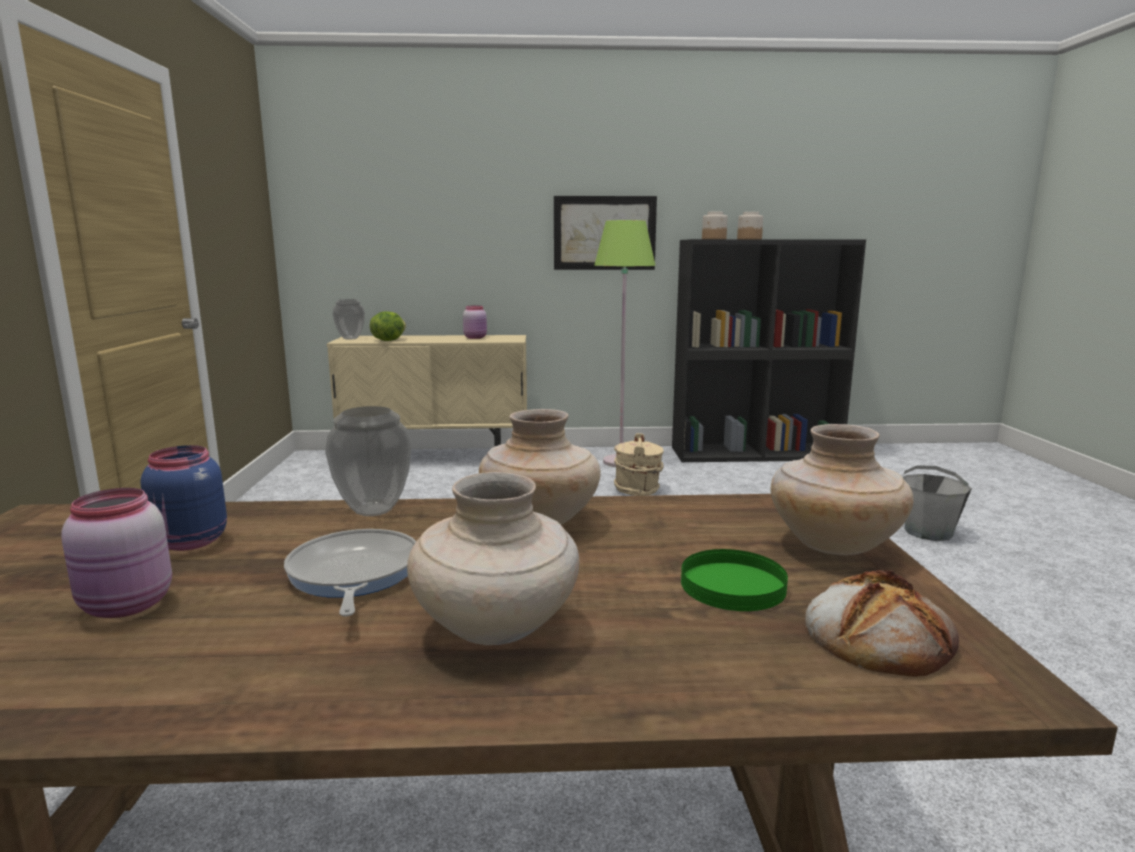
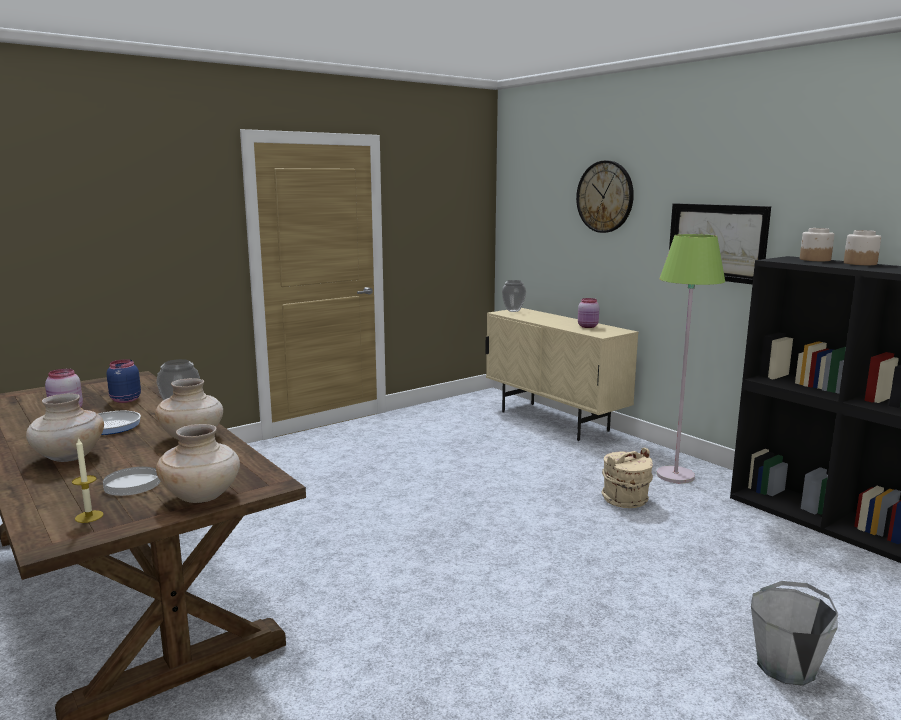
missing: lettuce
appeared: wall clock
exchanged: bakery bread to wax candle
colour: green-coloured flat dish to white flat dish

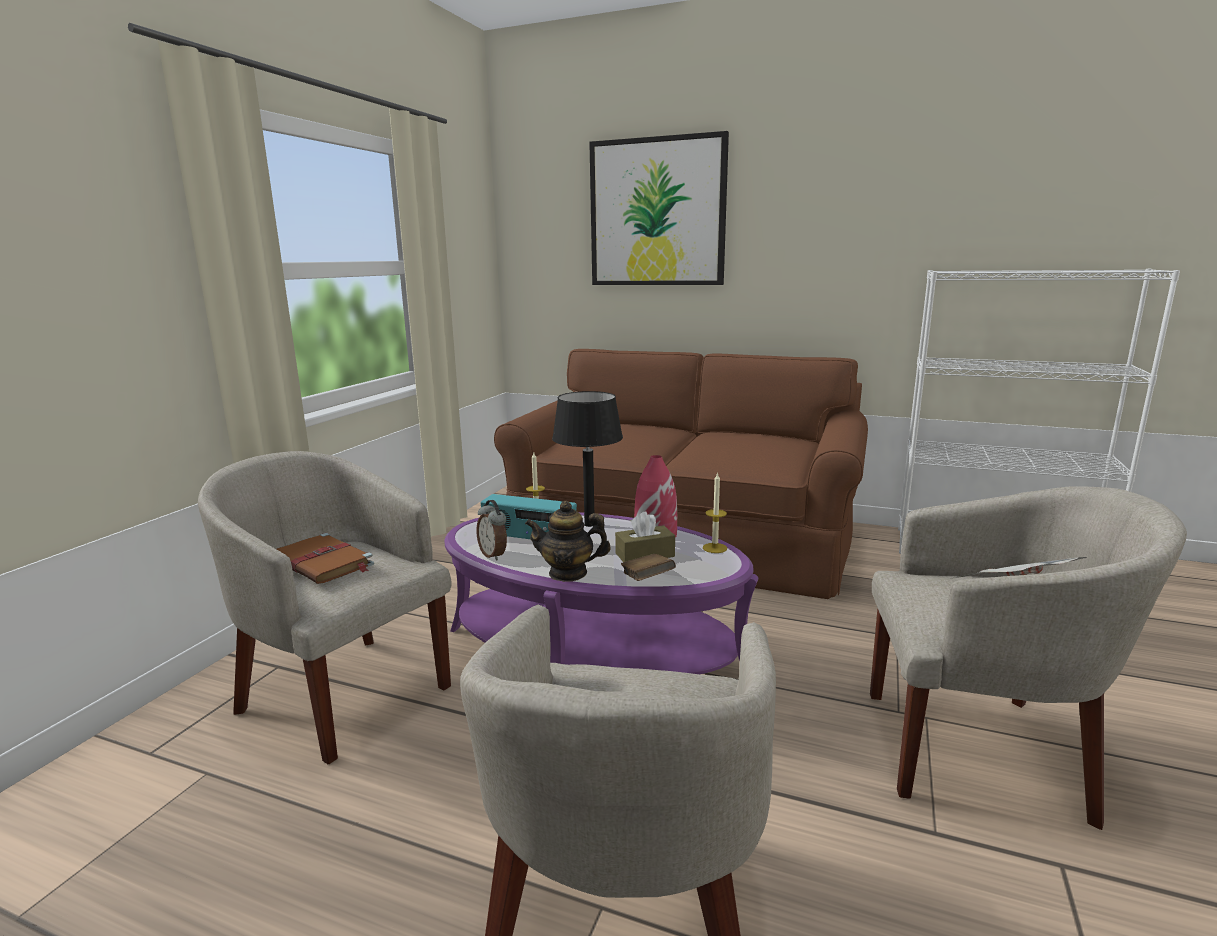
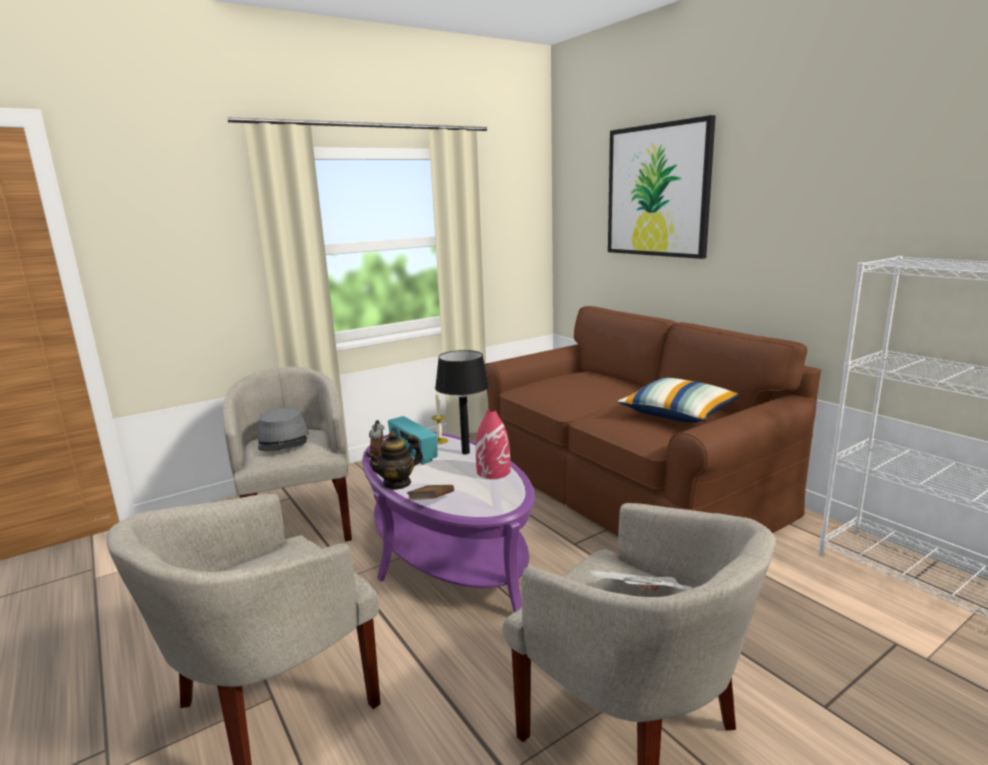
missing: brown box of tissues; wax candle (no. 2 from left)
appeared: pillow
exchanged: brown book (no. 1 from left) to gray wearable hat
spun: teapot 75 degrees counterclockwise

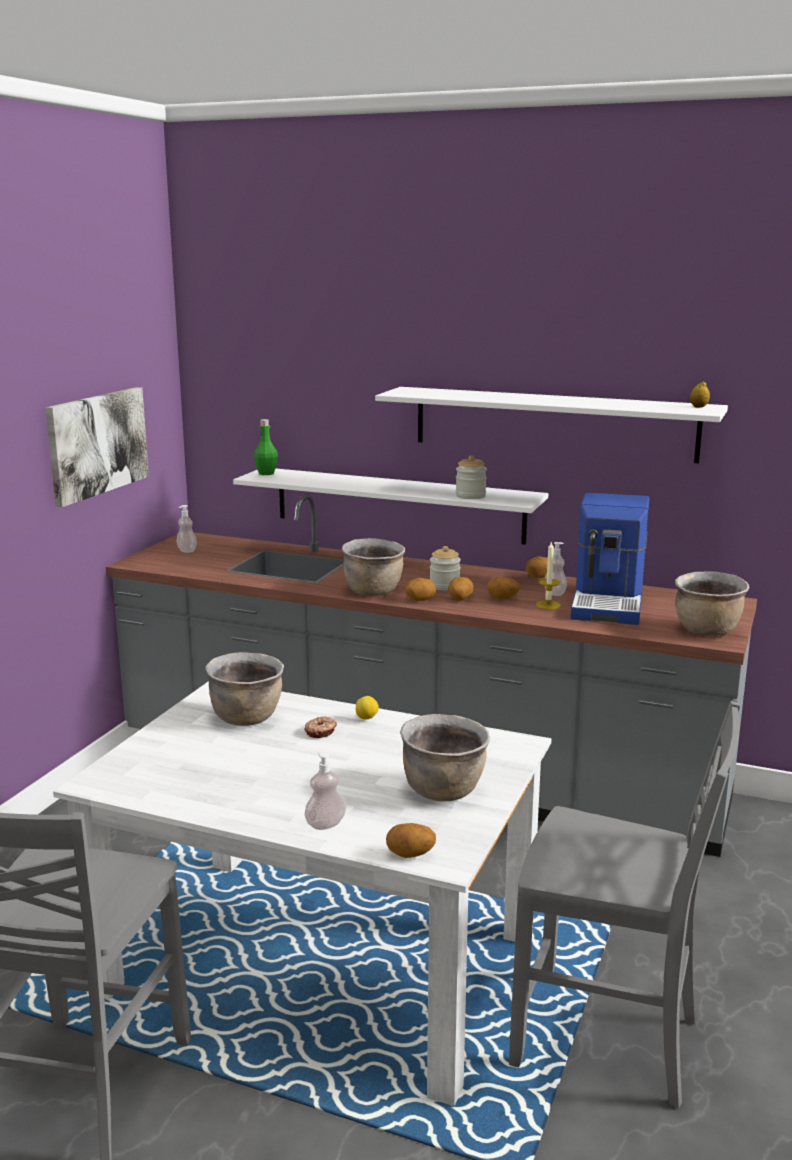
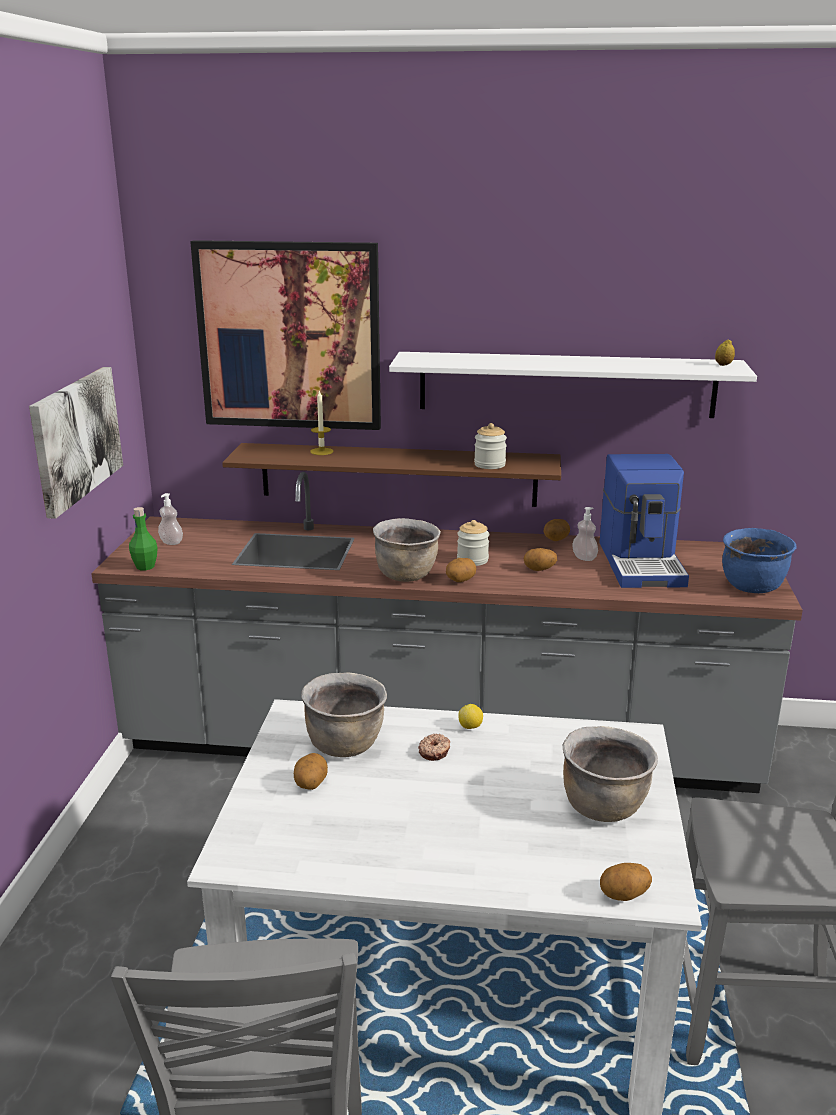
missing: soap dispenser (no. 2 from left)
appeared: wall picture (no. 2 from left)
relocated: green-coloured beverage bottle; whole potato (no. 3 from left in the first image) to whole potato (no. 1 from left); wax candle
colour: white bracket shelf (no. 1 from left) to brown bracket shelf; brown cooking pot (no. 4 from left) to blue-coloured cooking pot

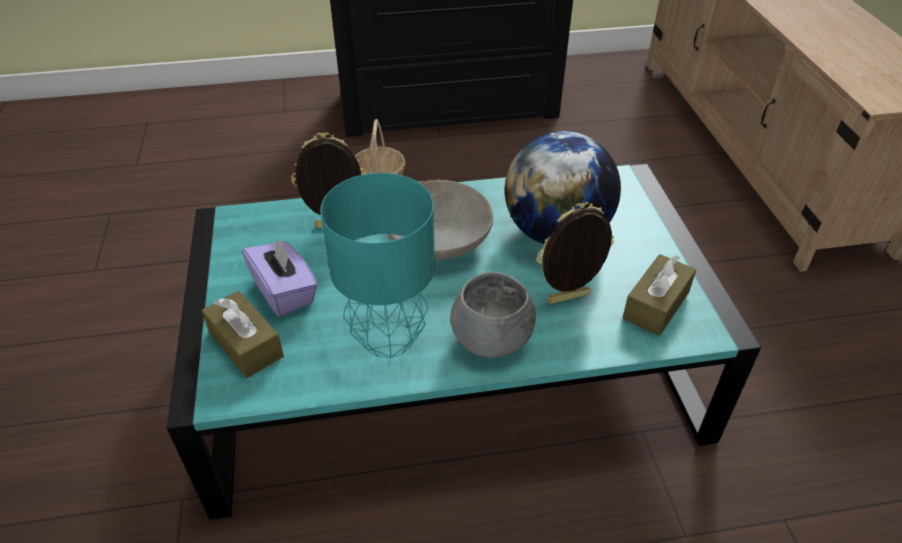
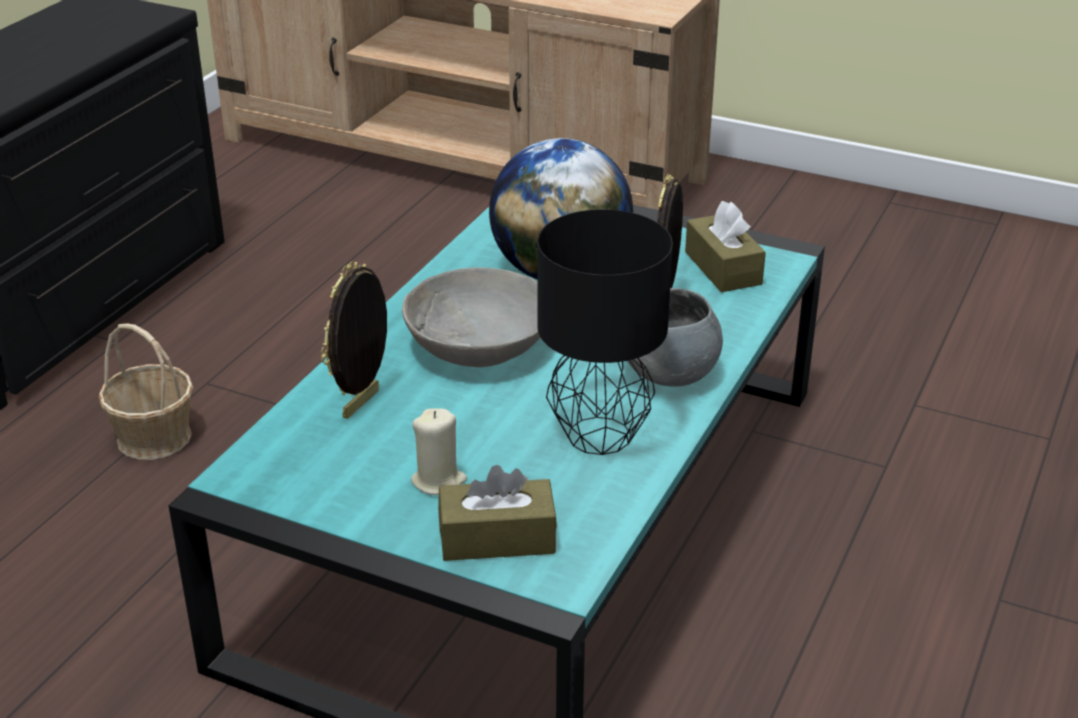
exchanged: purple-coloured box of tissues to beige wax candle
colour: blue-green lamp for a table to black-coloured lamp for a table

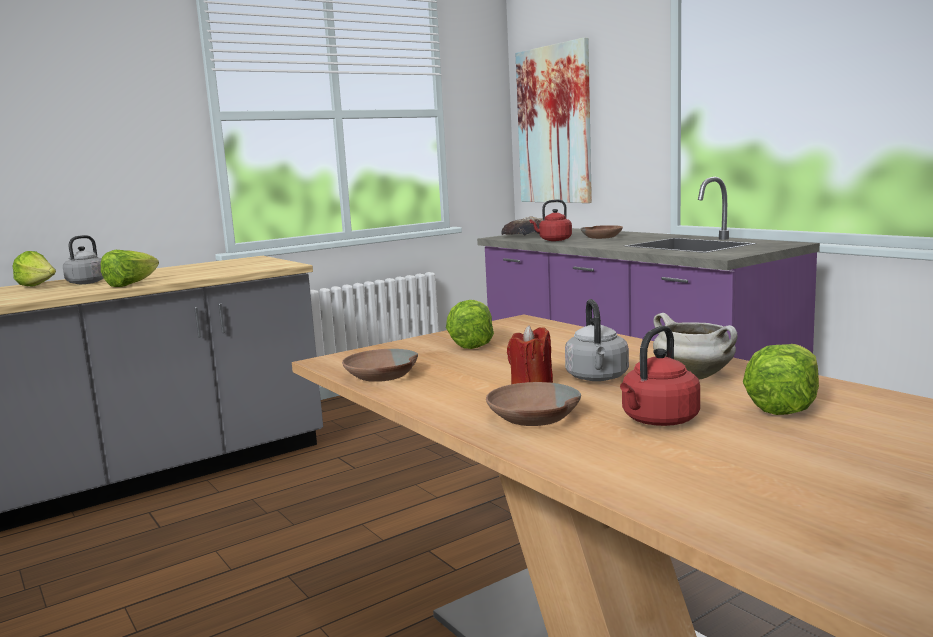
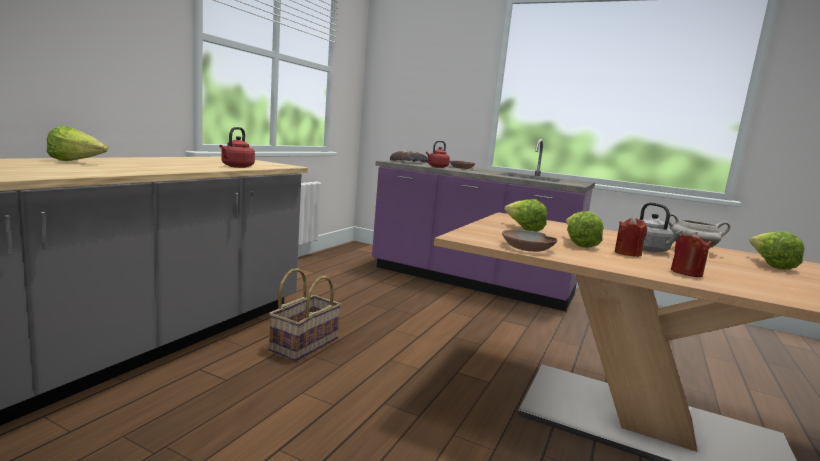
missing: gray tea kettle (no. 1 from left); wall picture
appeared: basket
relocated: lettuce (no. 2 from left in the first image) to lettuce (no. 3 from left); red-coloured tea kettle (no. 2 from left in the first image) to red-coloured tea kettle (no. 1 from left)
exchanged: brown bowl (no. 2 from left) to red-coloured wax candle (no. 2 from left)

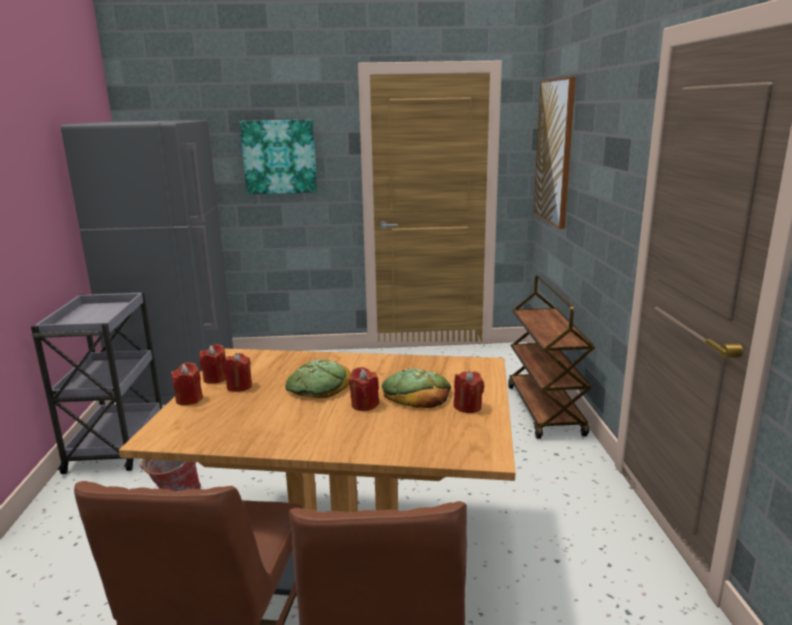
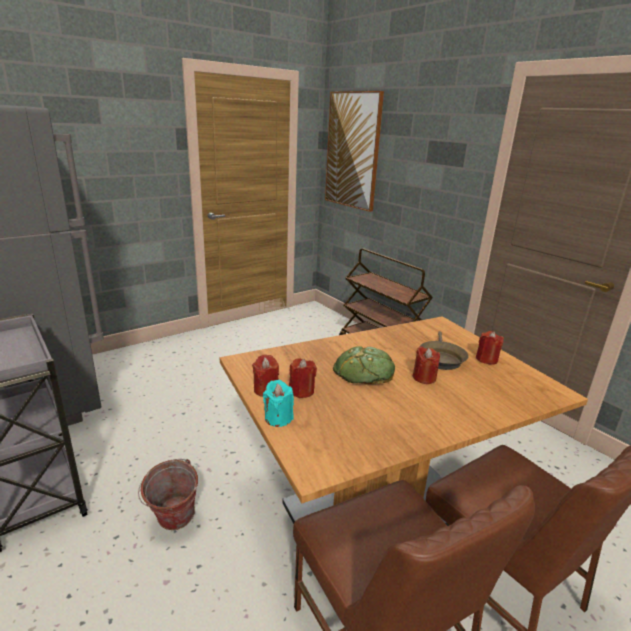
missing: wall picture (no. 1 from left)
exchanged: bakery bread (no. 2 from left) to brown frying pan
colour: red-coloured wax candle (no. 1 from left) to blue-green wax candle

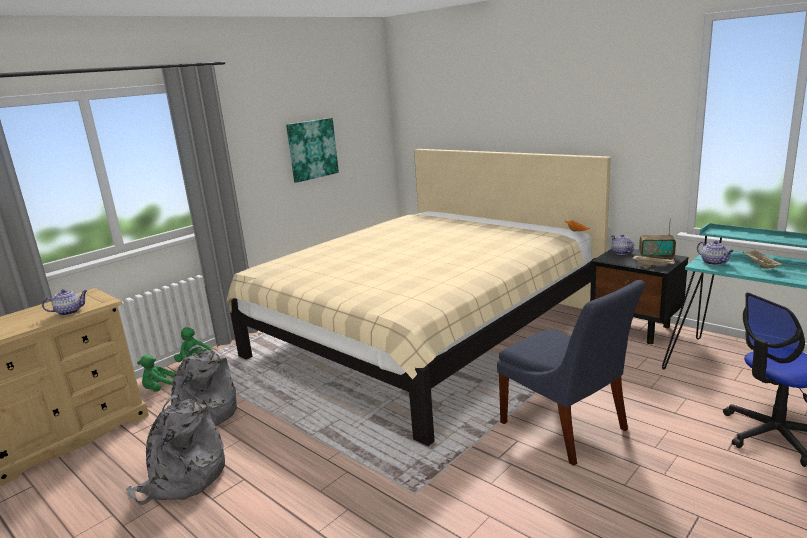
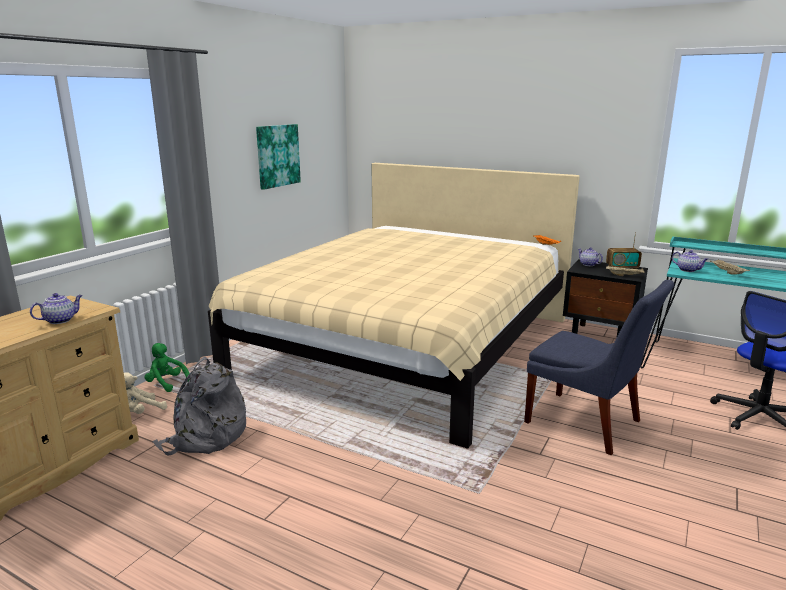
missing: gray knapsack (no. 1 from left)
colour: green-coloured soft toy (no. 1 from left) to beige soft toy

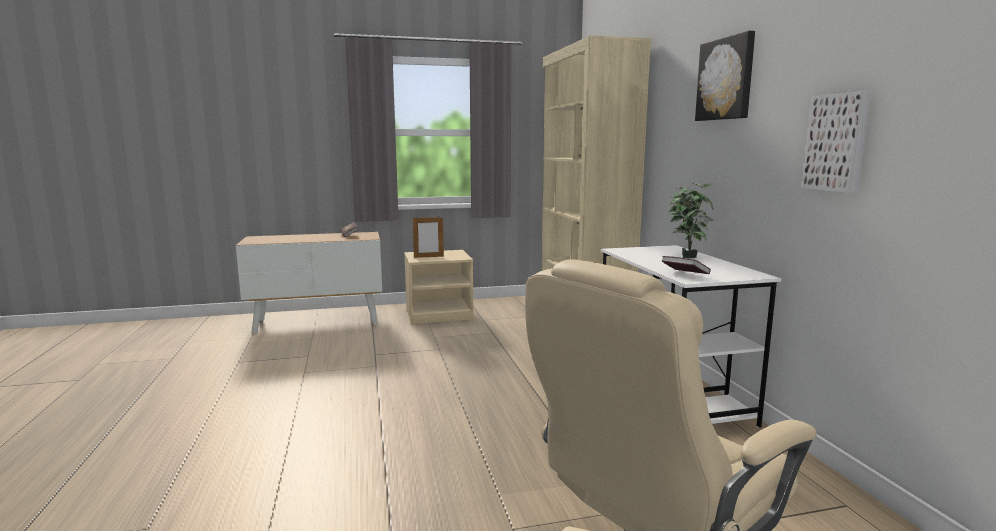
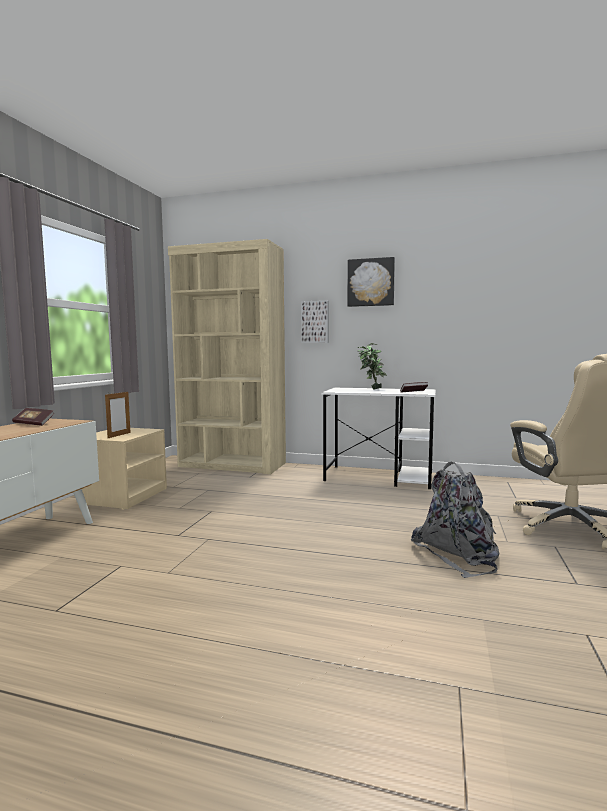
appeared: gray knapsack
relocated: wall picture (no. 2 from left in the first image) to wall picture (no. 1 from left)

